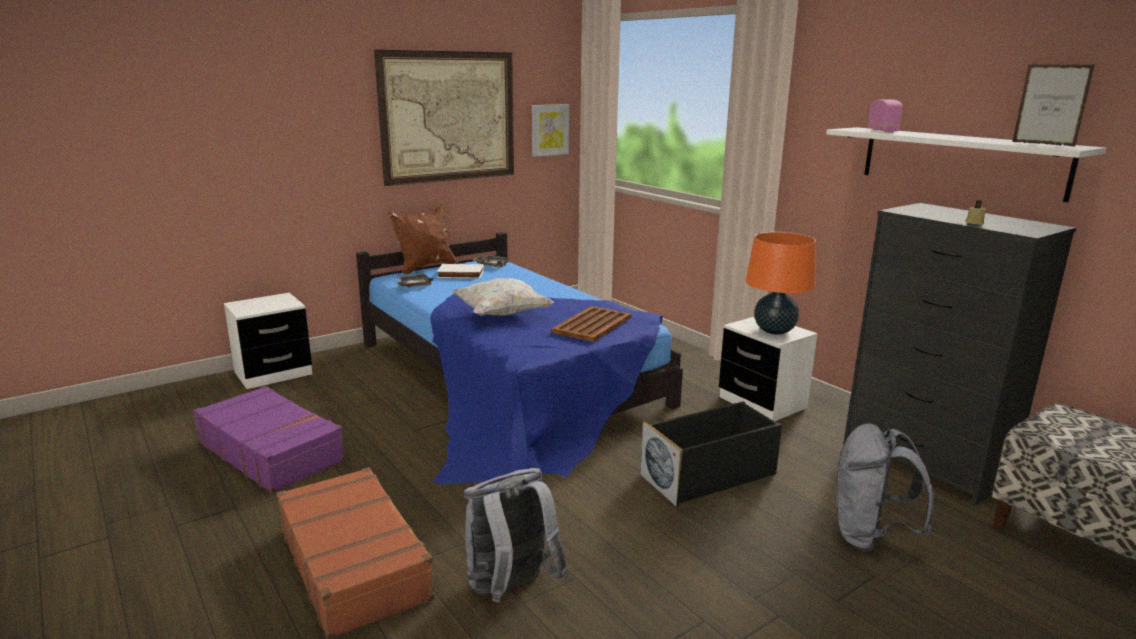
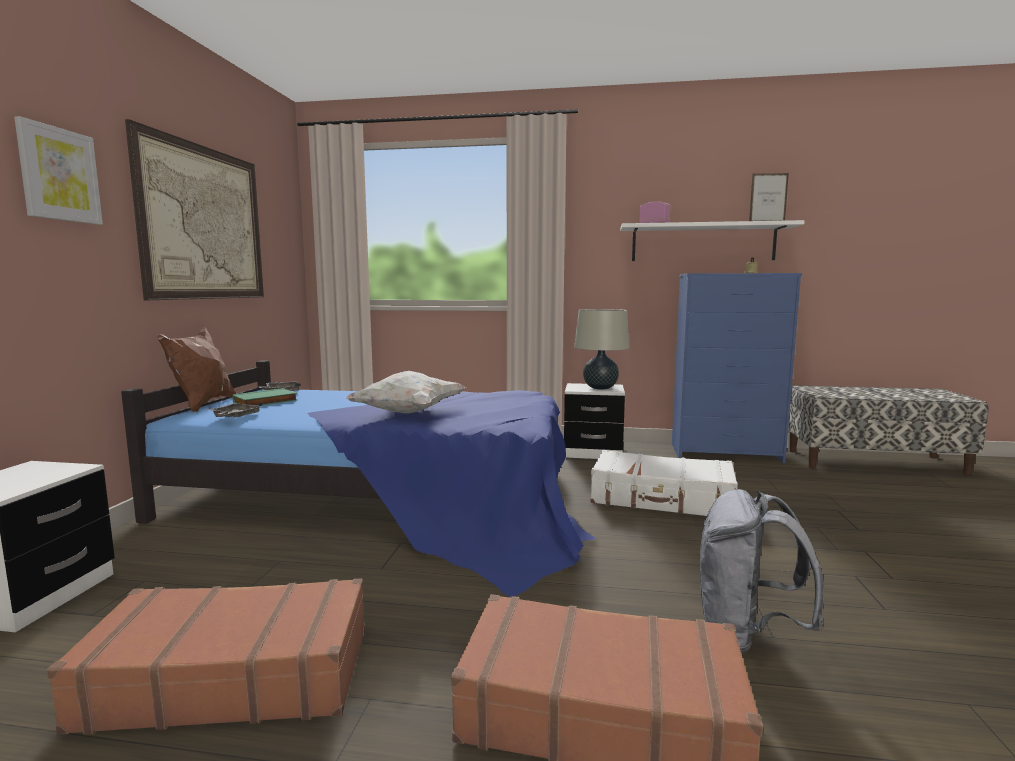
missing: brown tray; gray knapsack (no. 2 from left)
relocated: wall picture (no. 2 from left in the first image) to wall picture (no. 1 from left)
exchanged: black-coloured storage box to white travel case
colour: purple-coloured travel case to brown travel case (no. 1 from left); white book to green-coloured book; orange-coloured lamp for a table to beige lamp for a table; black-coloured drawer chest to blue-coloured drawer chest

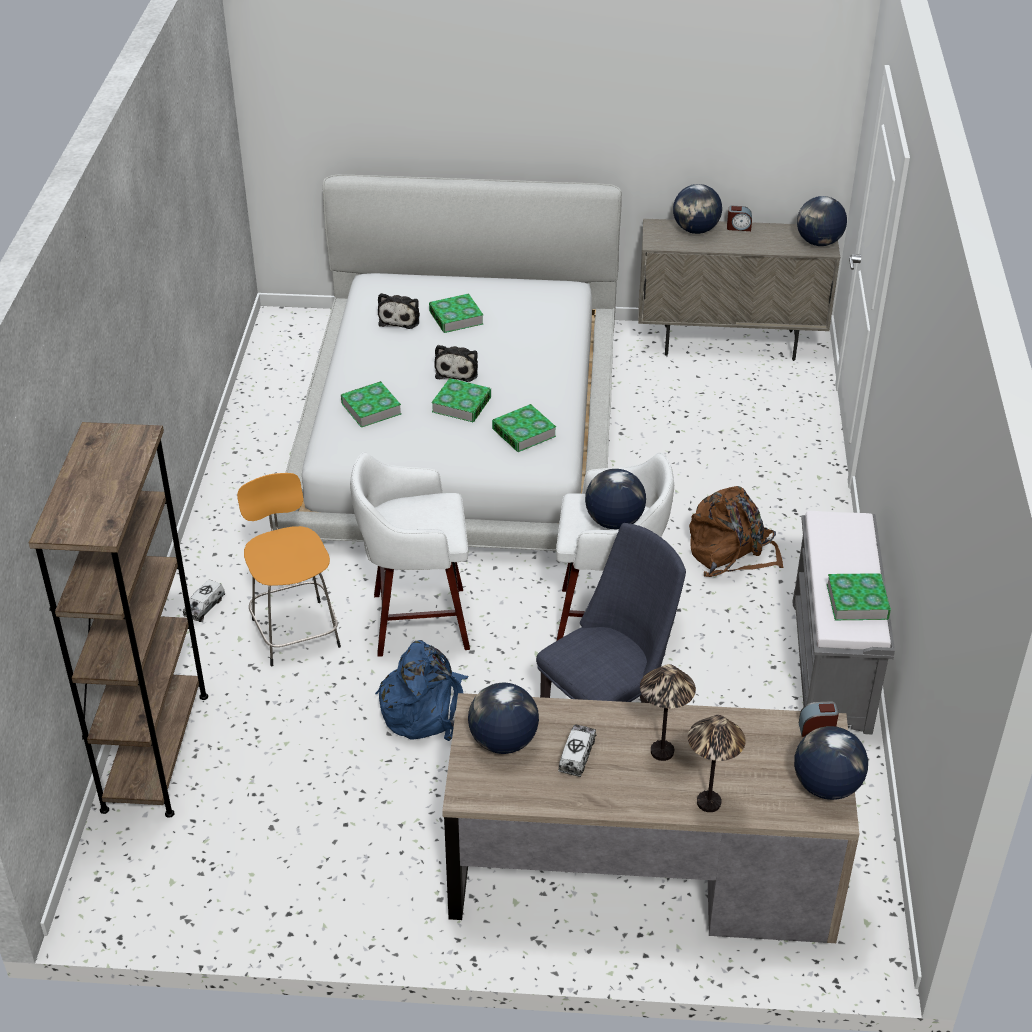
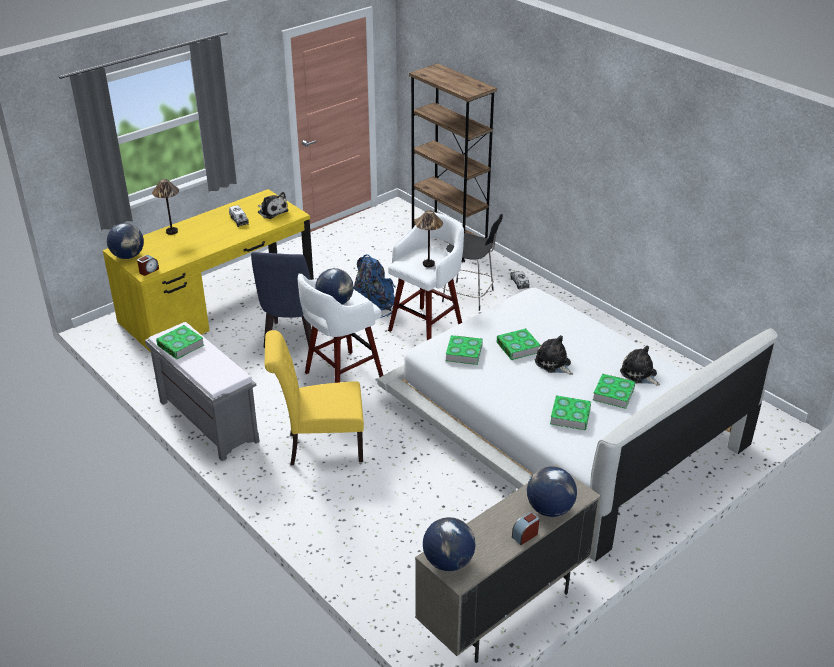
relocated: book (no. 1 from left in the first image) to book (no. 4 from left); lamp for a table (no. 1 from left in the first image) to lamp for a table (no. 2 from left)
exchanged: globe (no. 1 from left) to soft toy (no. 1 from left); brown knapsack to yellowish plain chair
colour: orange-coloured stool to black-coloured stool; brown desk table to yellowish desk table

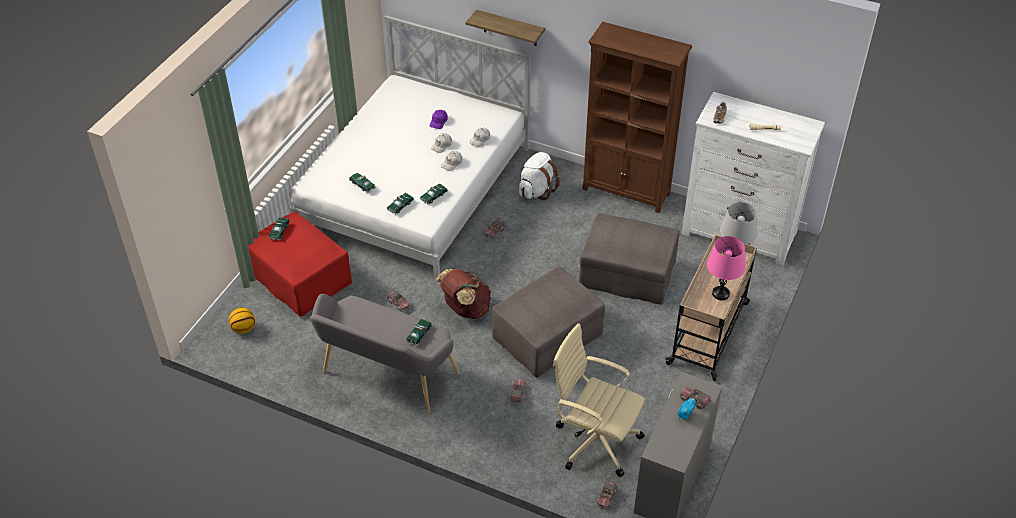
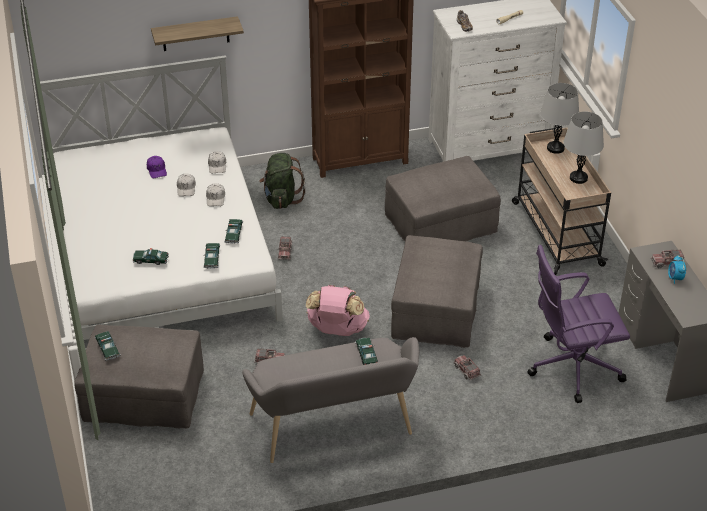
missing: basketball ball; model truck (no. 4 from left)
colour: red-coloured pouffe to gray pouffe (no. 1 from left); brown knapsack to pink knapsack; white knapsack to green-coloured knapsack; beige desk chair to purple-coloured desk chair; pink lamp for a table to gray lamp for a table (no. 2 from left)

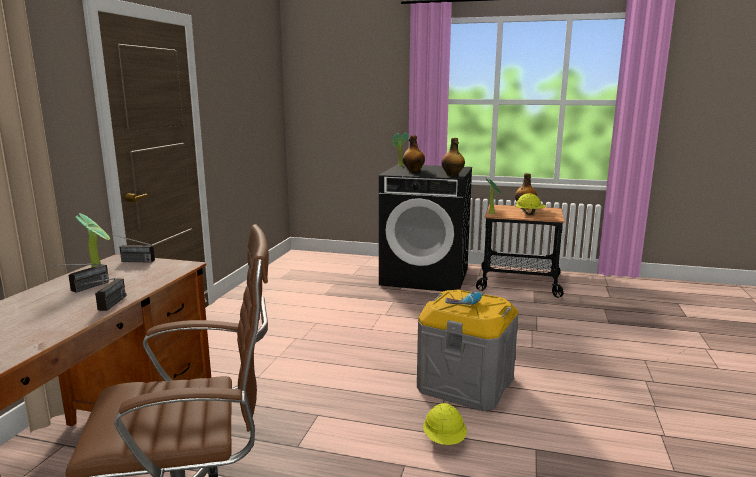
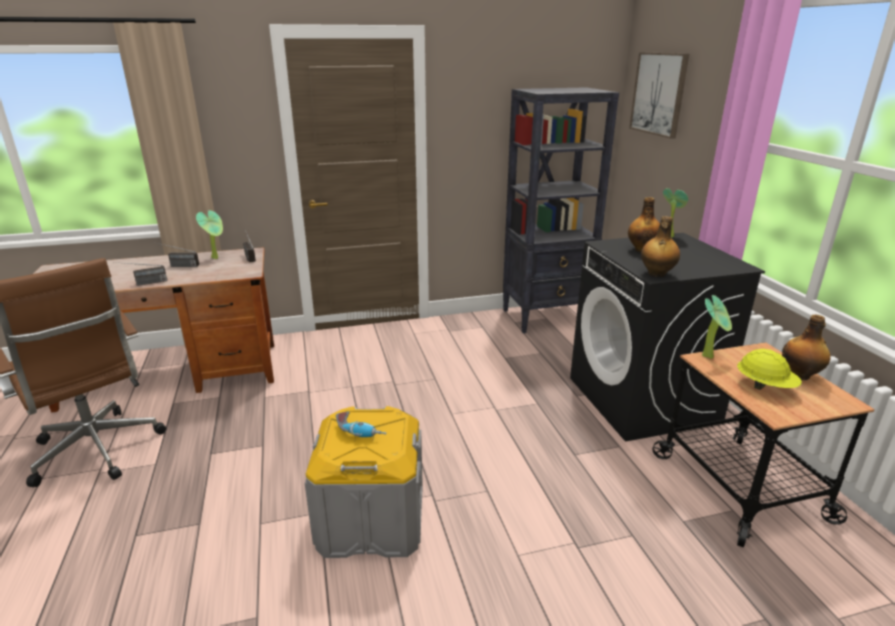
missing: yellowish work helmet (no. 1 from left)
appeared: black-coloured bookcase; wall picture

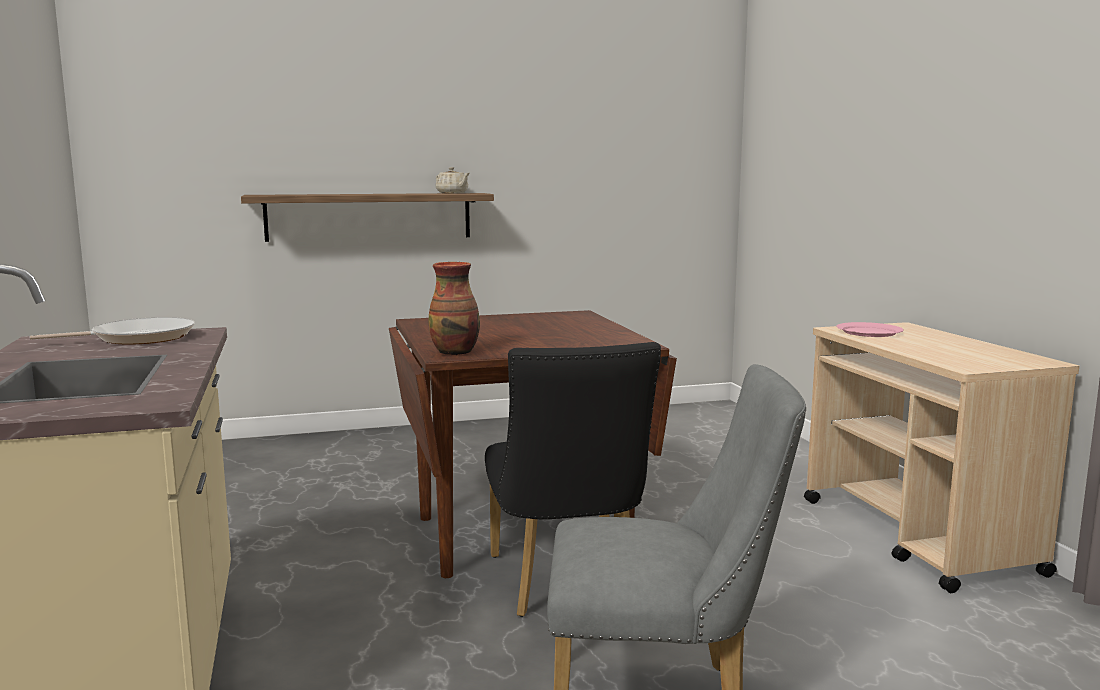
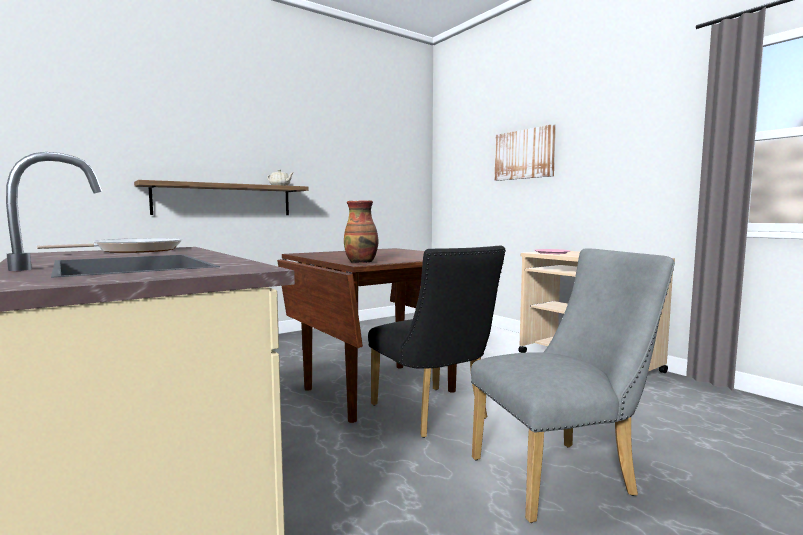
appeared: wall picture

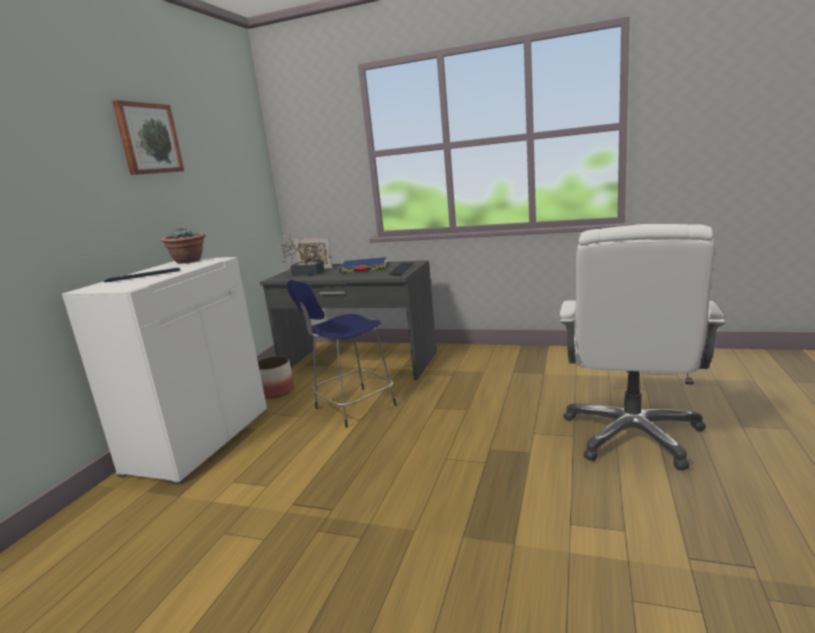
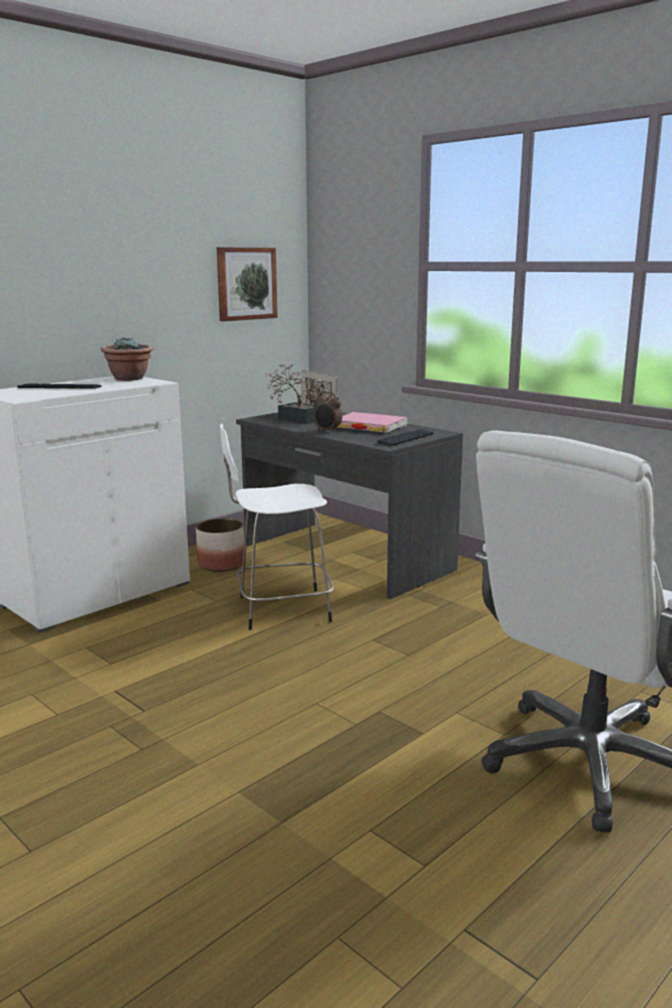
appeared: bedside clock
relocated: wall picture
colour: blue-coloured stool to white stool; blue-coloured book to pink book

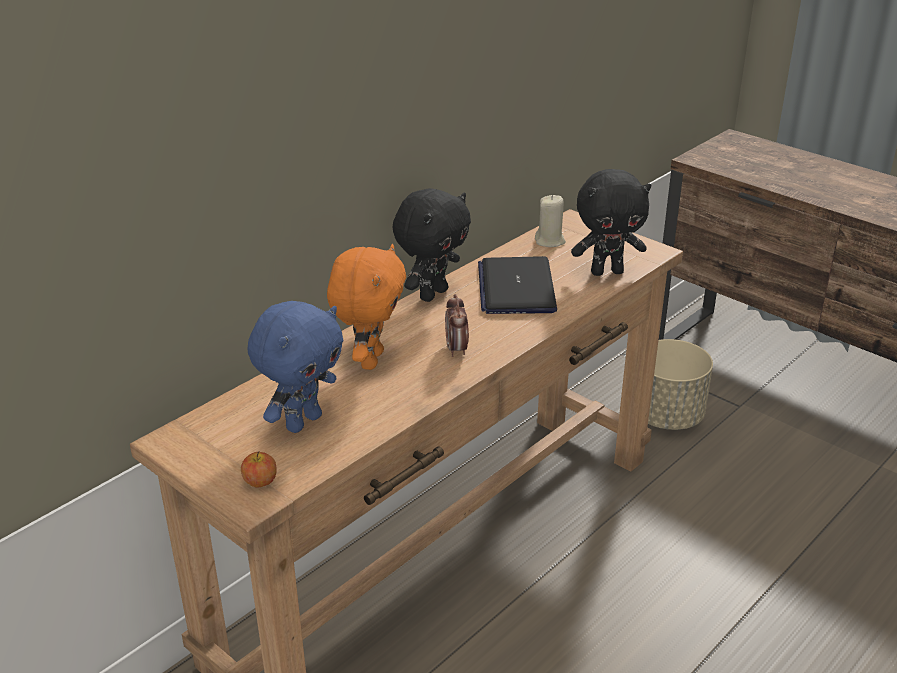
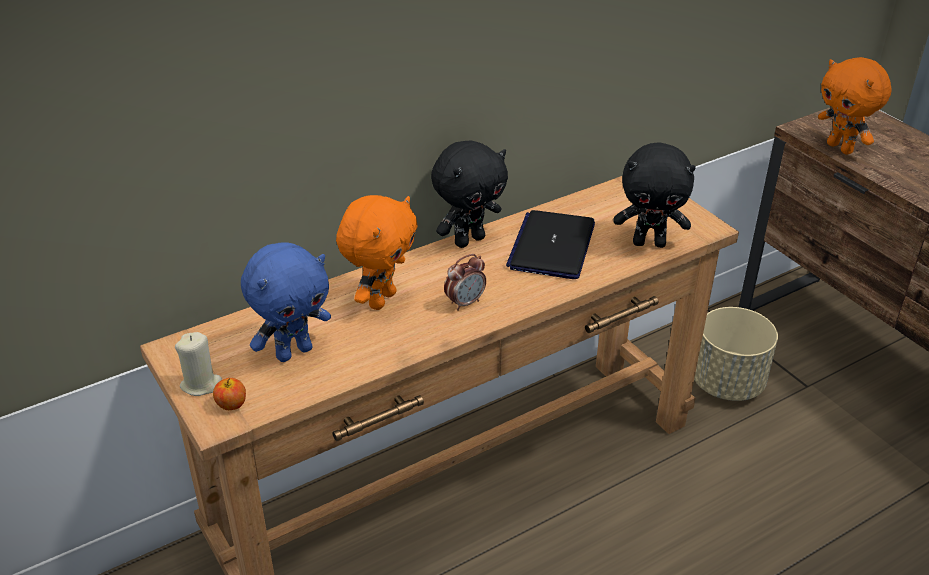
appeared: orange-coloured soft toy (no. 2 from left)
relocated: beige wax candle
spun: bedside clock 135 degrees counterclockwise

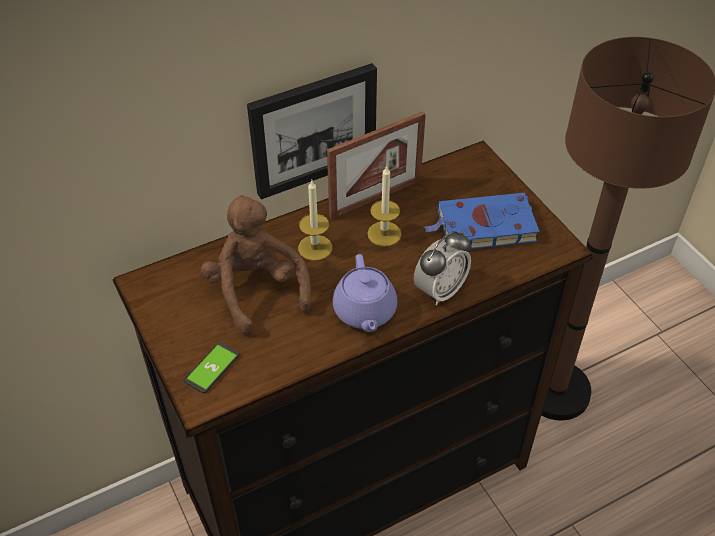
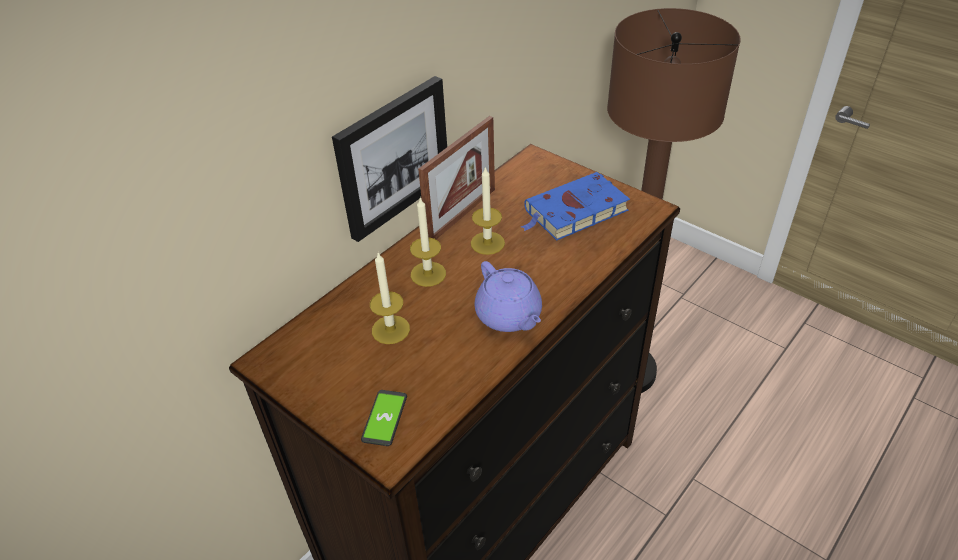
missing: bedside clock
exchanged: brown soft toy to wax candle (no. 1 from left)

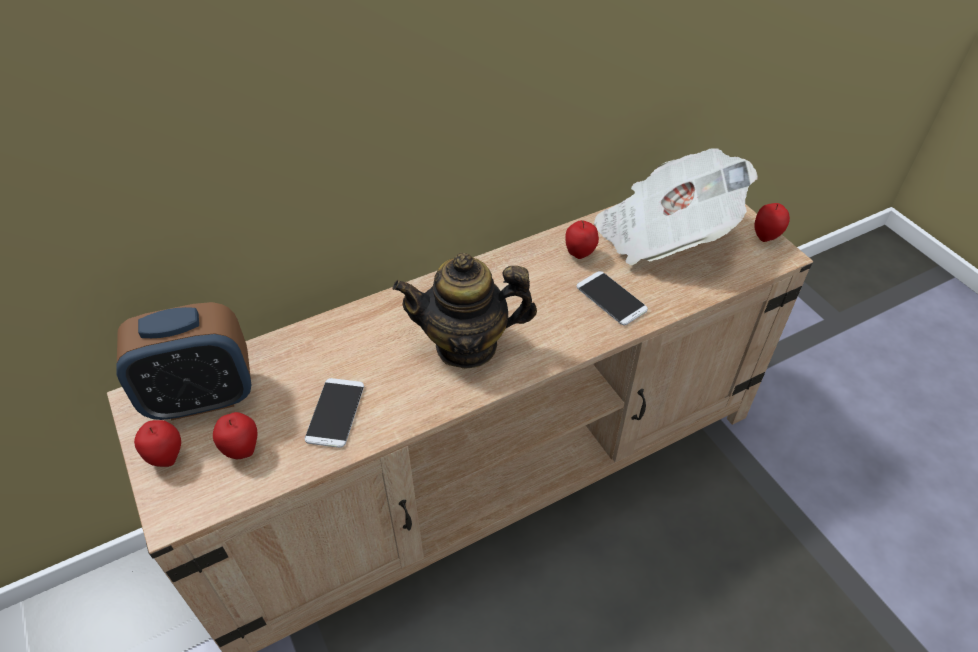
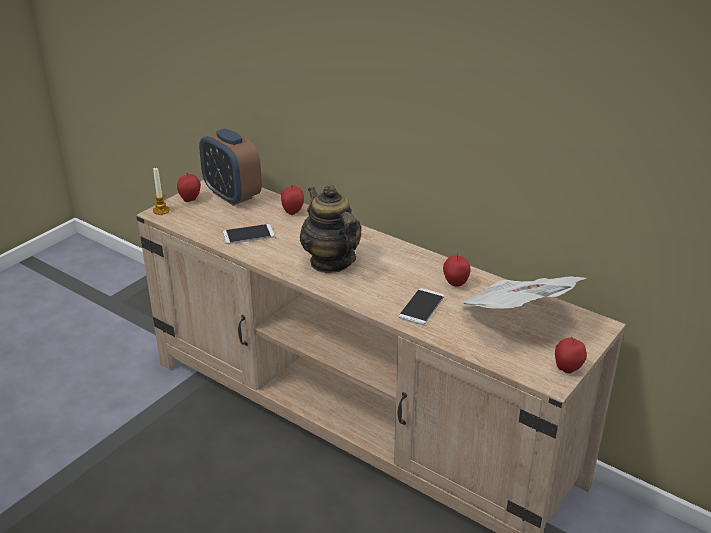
appeared: wax candle
relocated: whole apple (no. 2 from left)

